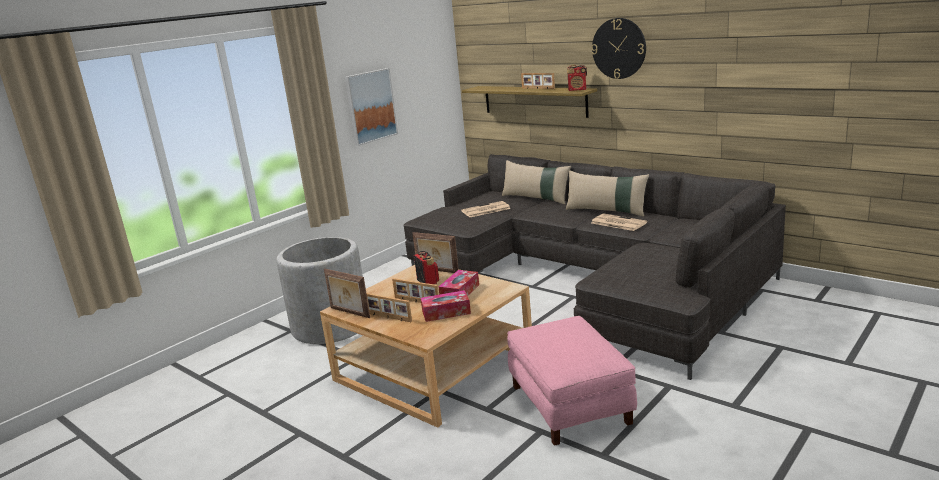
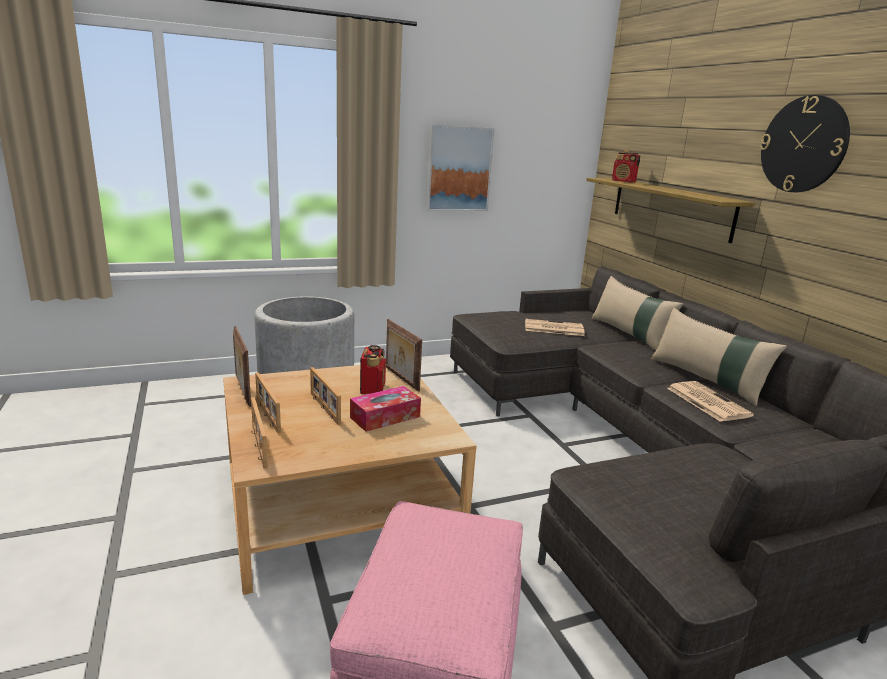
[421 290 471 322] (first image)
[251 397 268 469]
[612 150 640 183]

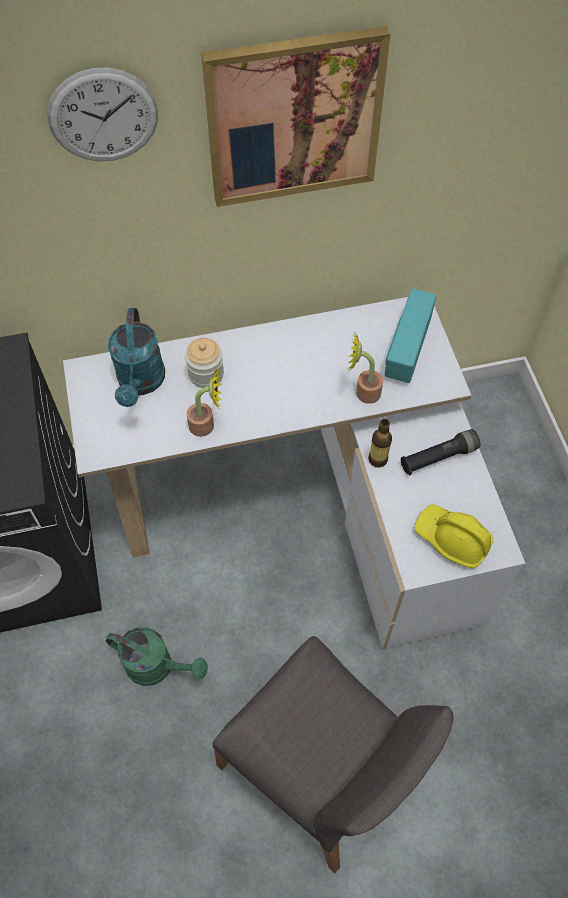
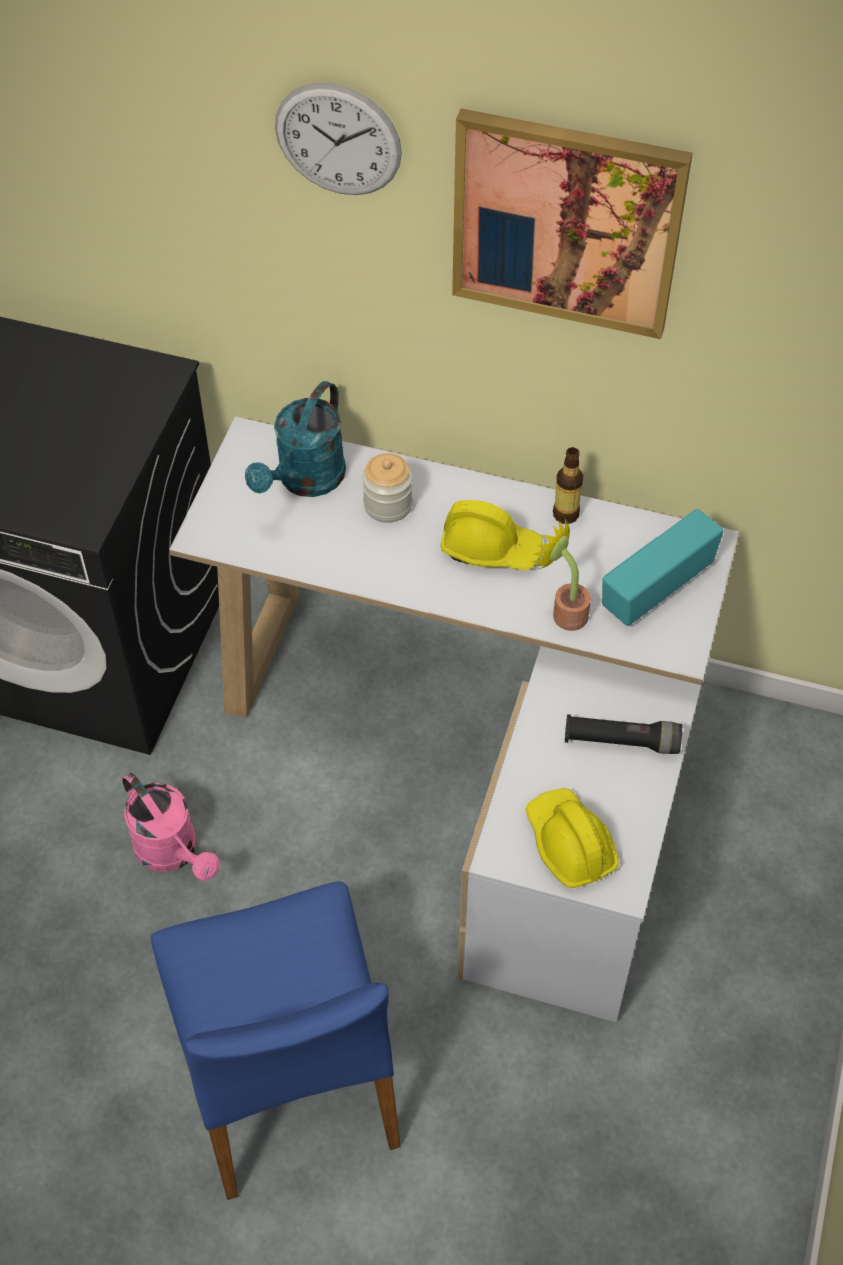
[122 772 219 881]
[186 367 222 437] (first image)
[151 882 401 1200]
[553 447 583 524]
[440 500 543 570]

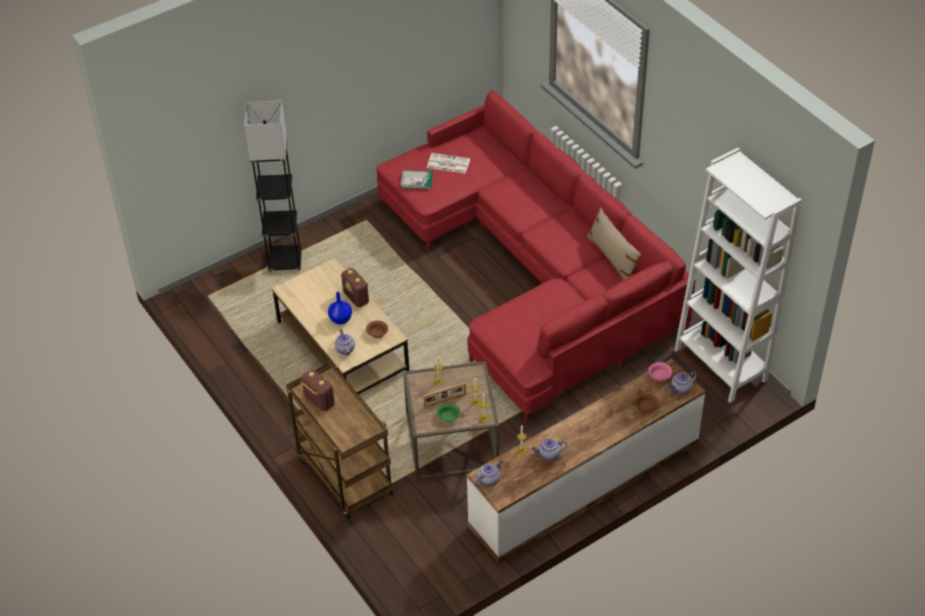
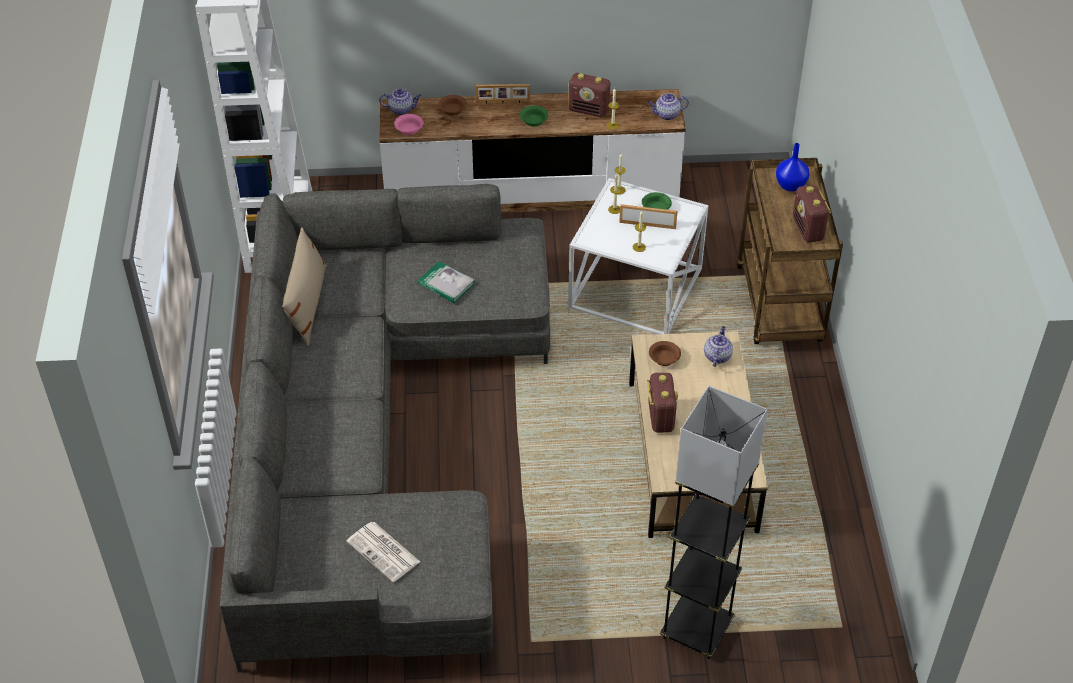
[776 143 809 192]
[220 184 550 672]
[418 261 474 303]
[568 178 708 334]
[568 73 610 117]
[476 84 530 104]
[520 106 548 126]

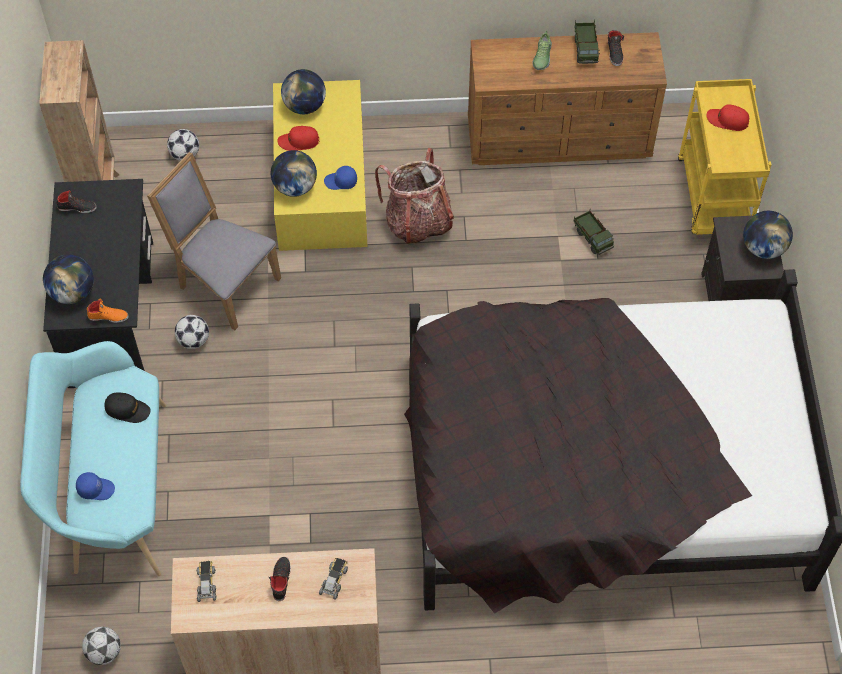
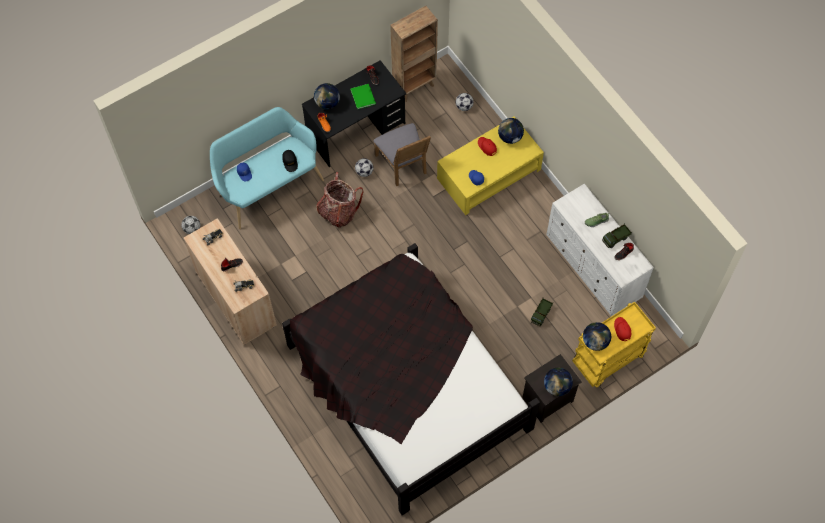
[374 123 431 186]
[583 322 611 351]
[316 172 364 228]
[546 184 654 316]
[351 84 376 109]

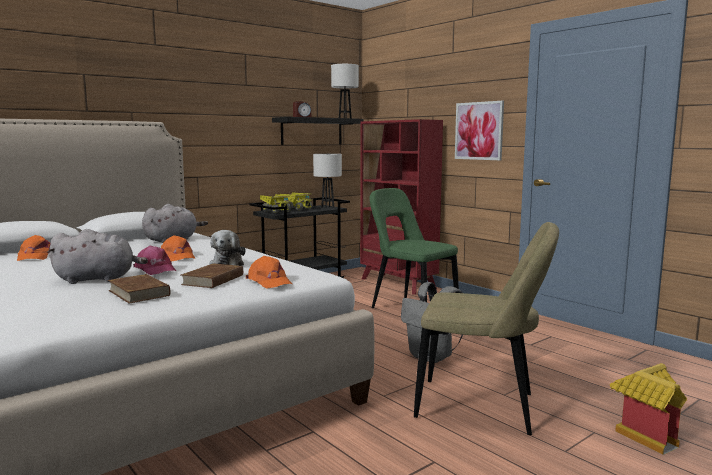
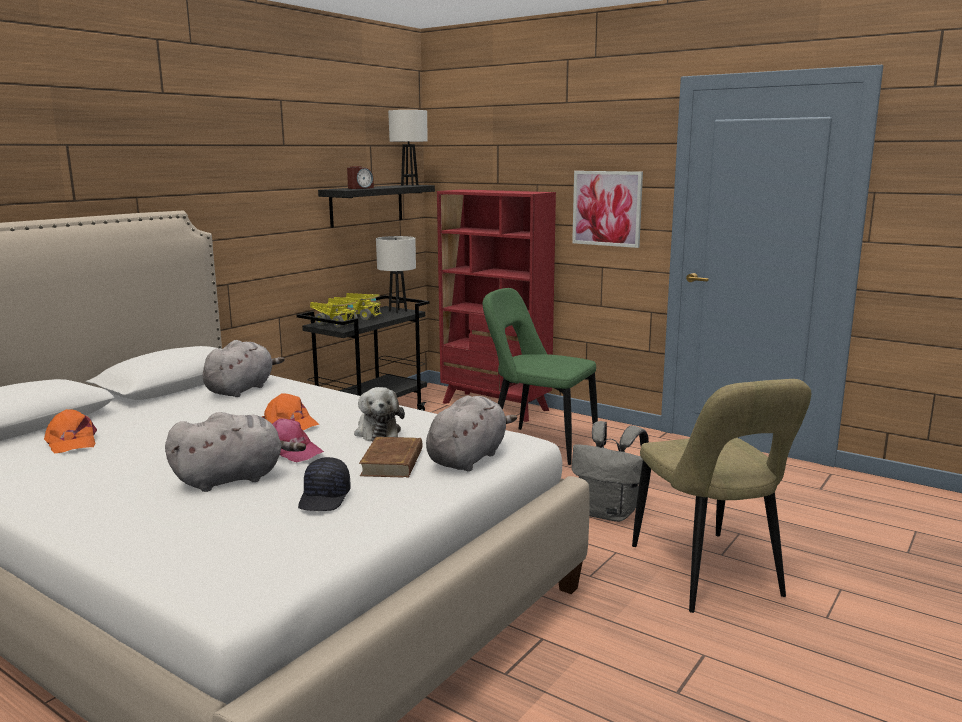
[298 457 350 511]
[426 396 517 471]
[632 379 811 613]
[610 363 687 455] (first image)

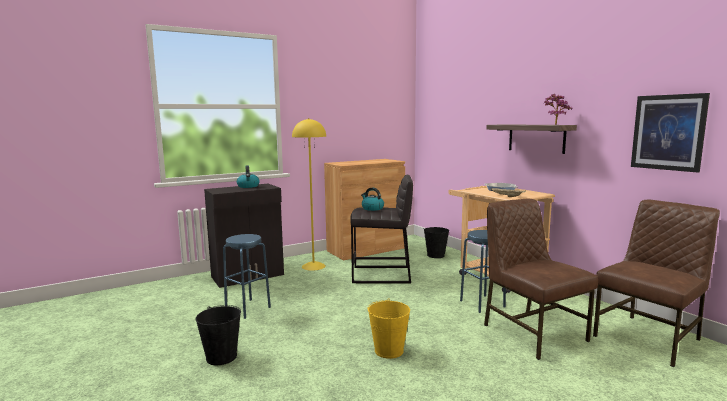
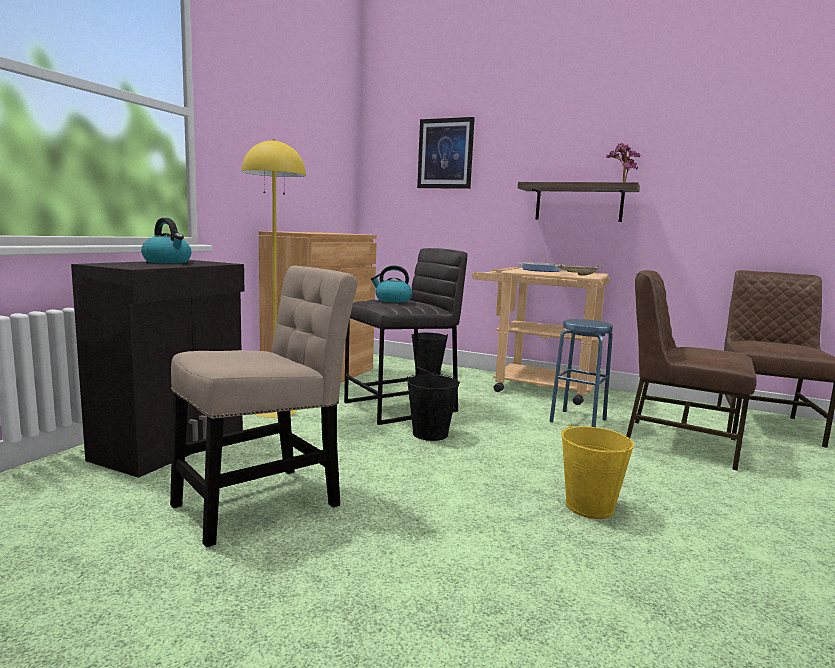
[407 374 460 441]
[170 265 358 547]
[417 117 475 189]

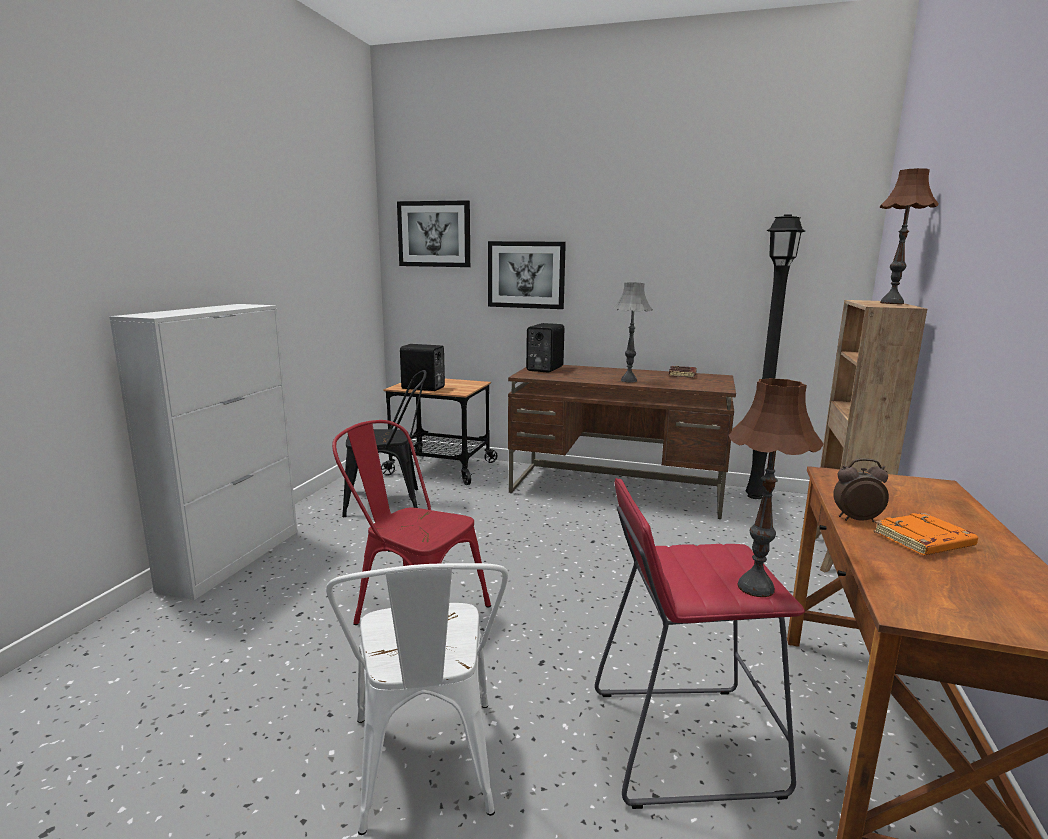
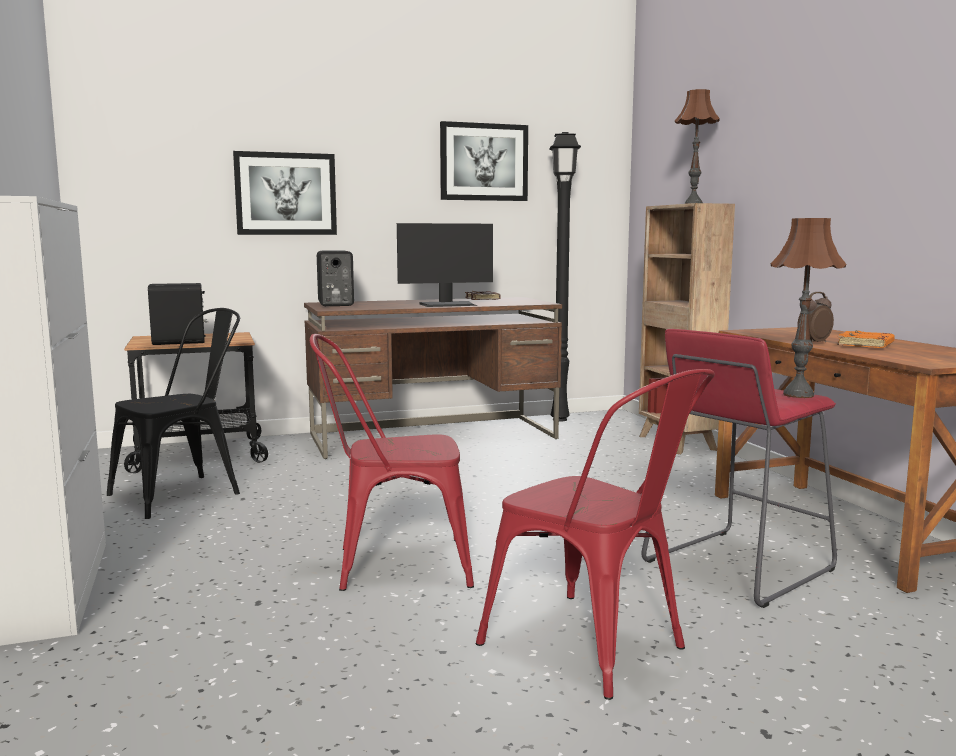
[476 369 715 700]
[440 121 528 201]
[397 223 493 307]

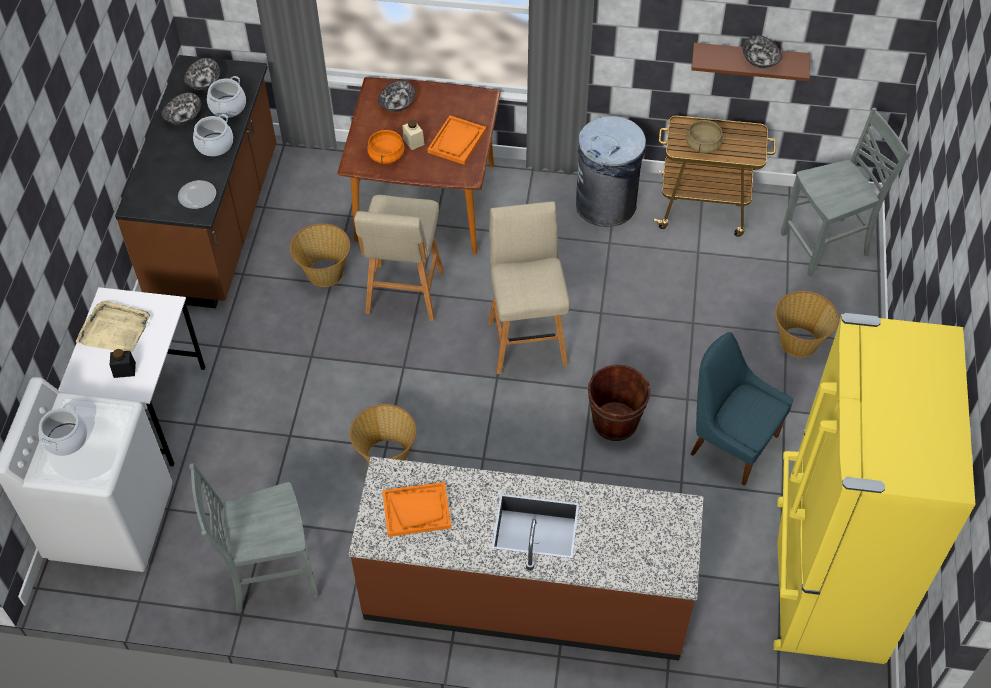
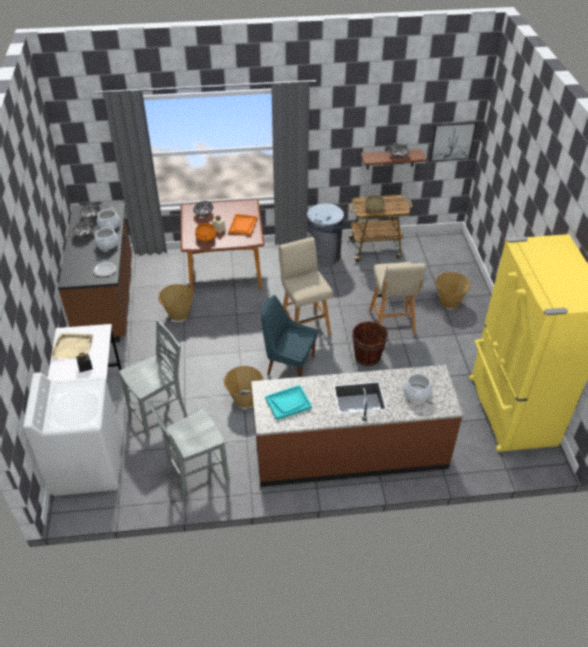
[403 370 432 402]
[369 262 426 334]
[265 385 312 420]
[261 295 317 377]
[119 320 187 438]
[430 121 476 162]

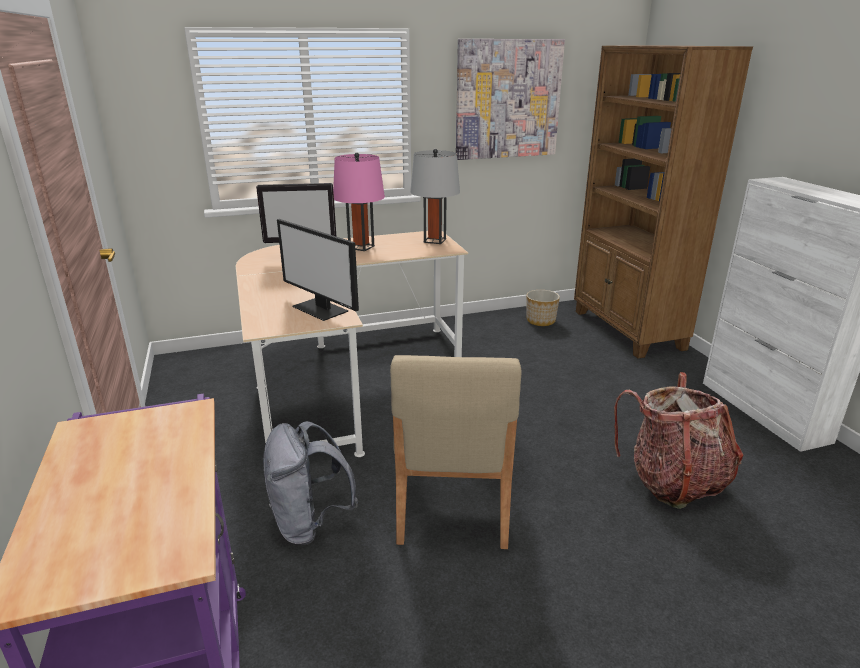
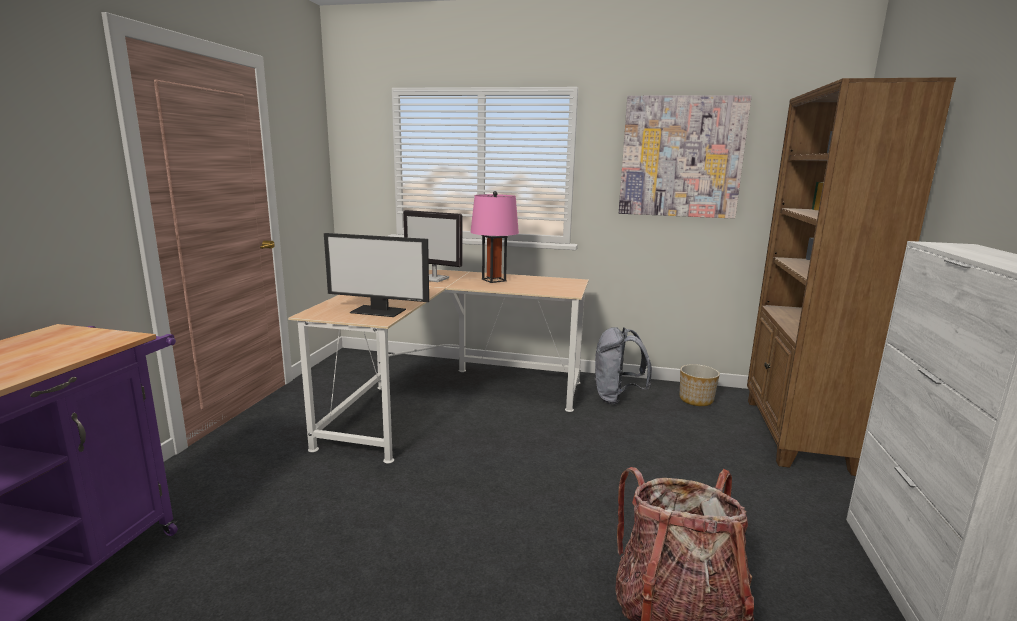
[595 327 652 405]
[324 233 429 317]
[390 355 522 549] (first image)
[410 149 460 244] (first image)

